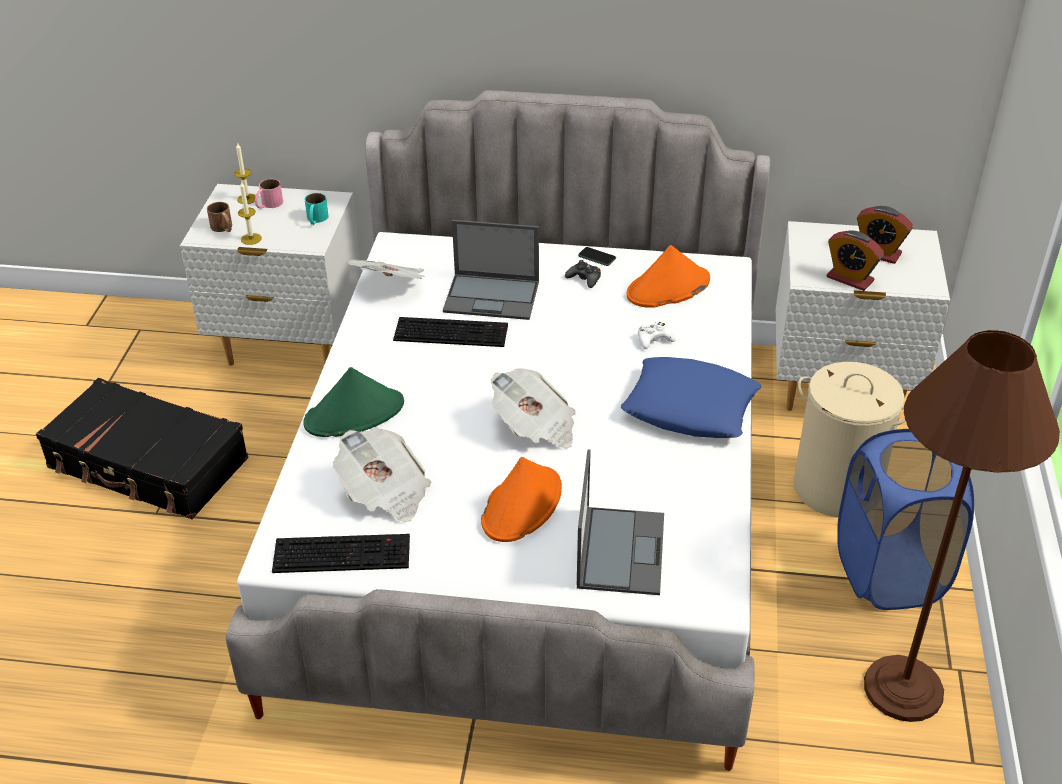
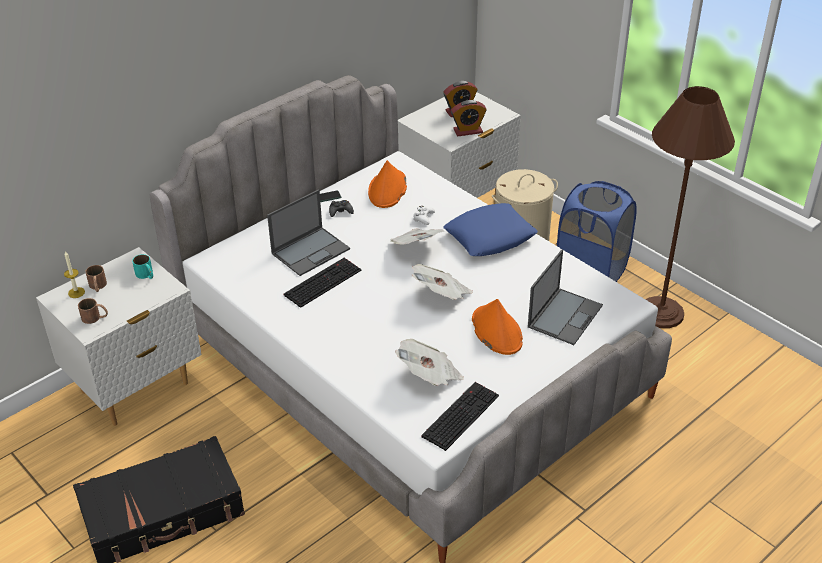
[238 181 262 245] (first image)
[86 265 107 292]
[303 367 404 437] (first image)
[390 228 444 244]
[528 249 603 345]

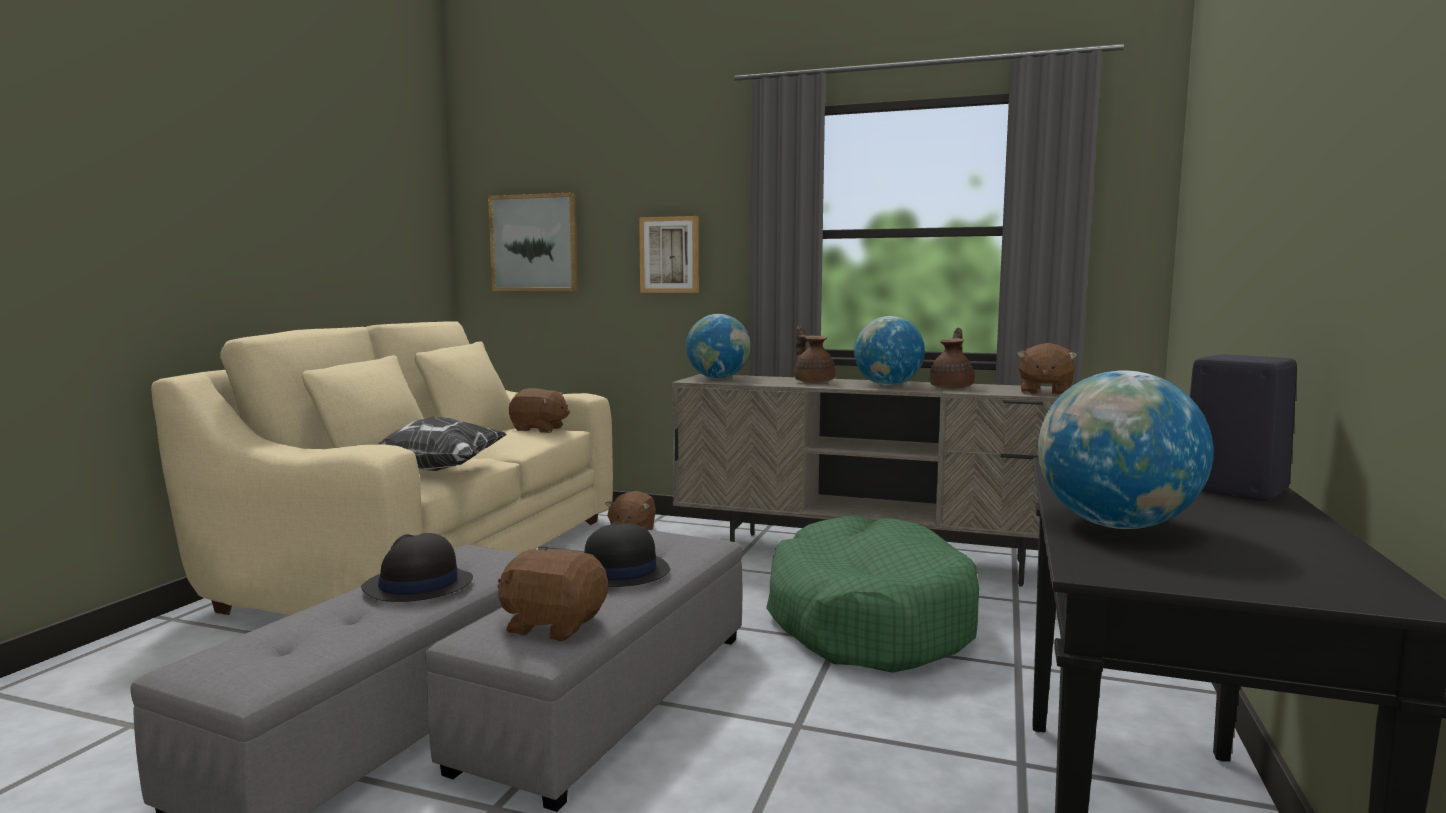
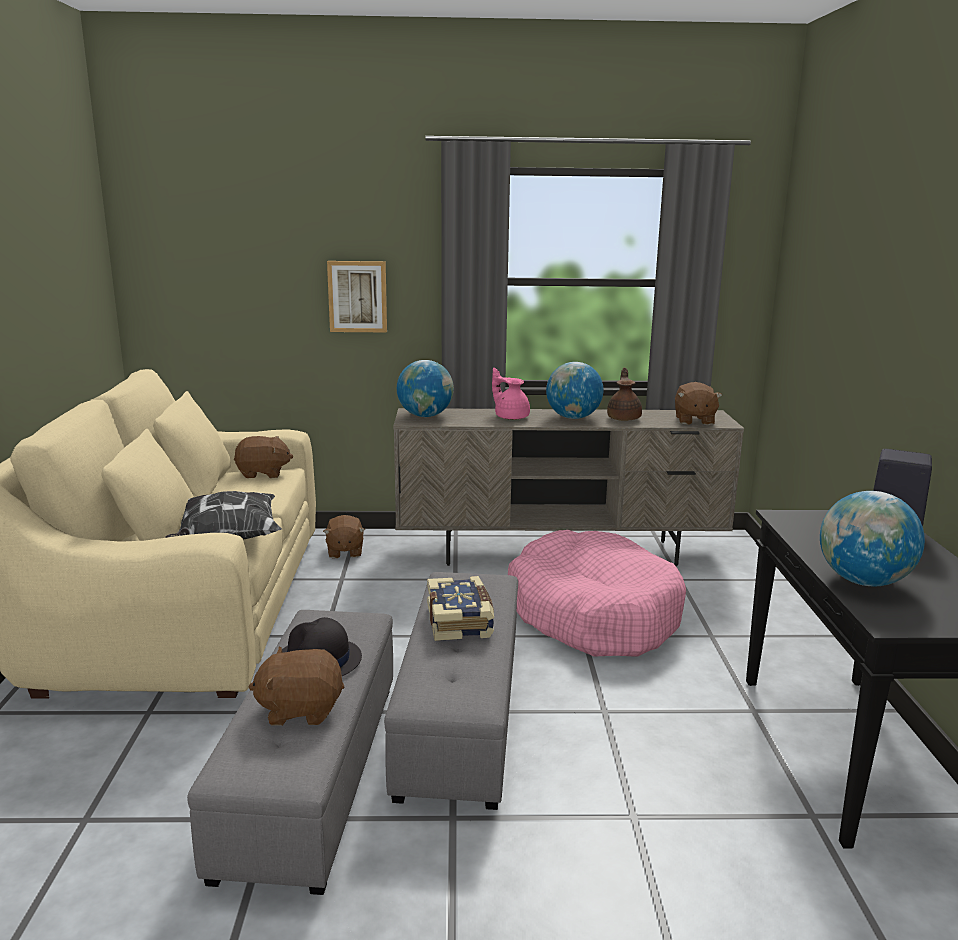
[488 193 578 291] (first image)
[248 646 344 726]
[427 576 494 641]
[508 530 686 657]
[492 368 530 420]

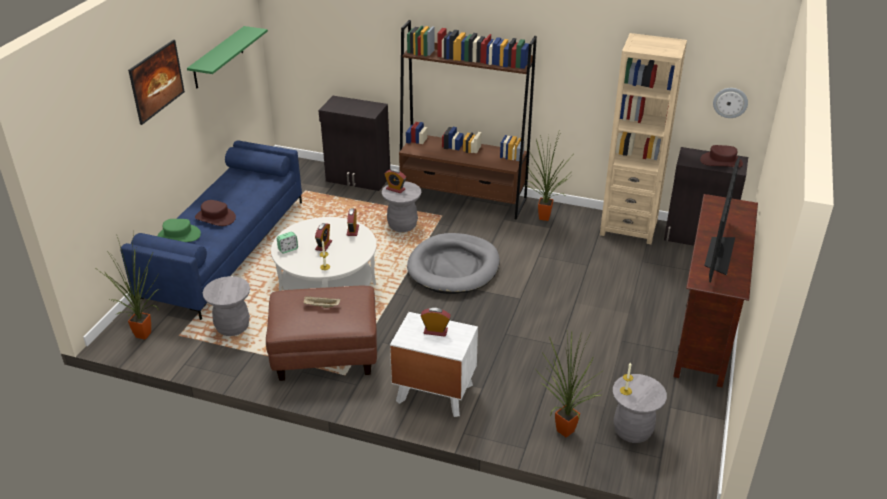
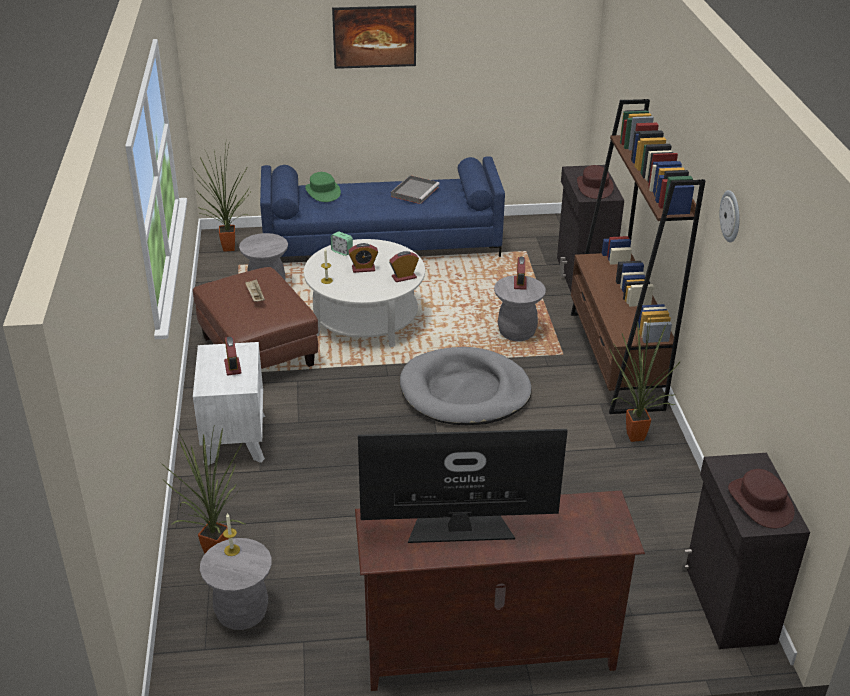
[187 26 268 89] (first image)
[577 165 614 199]
[600 33 687 244] (first image)
[720 190 740 242]
[391 175 440 204]

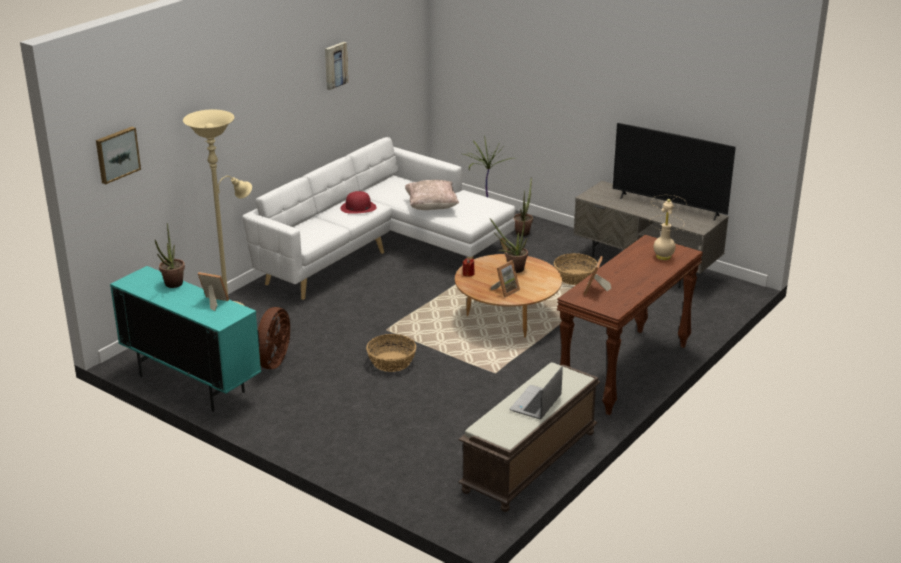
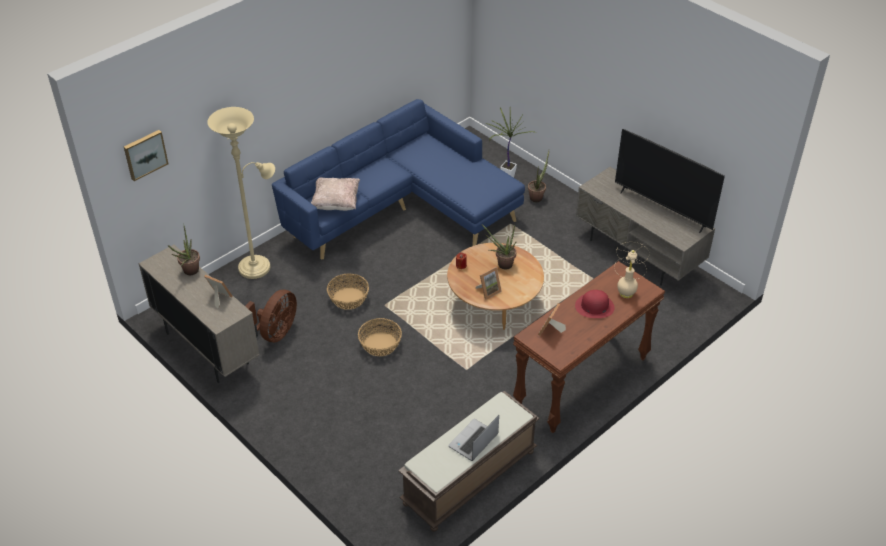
[139 245 259 383]
[272 99 525 260]
[325 42 348 90] (first image)
[575 290 615 318]
[311 178 360 211]
[327 274 369 310]

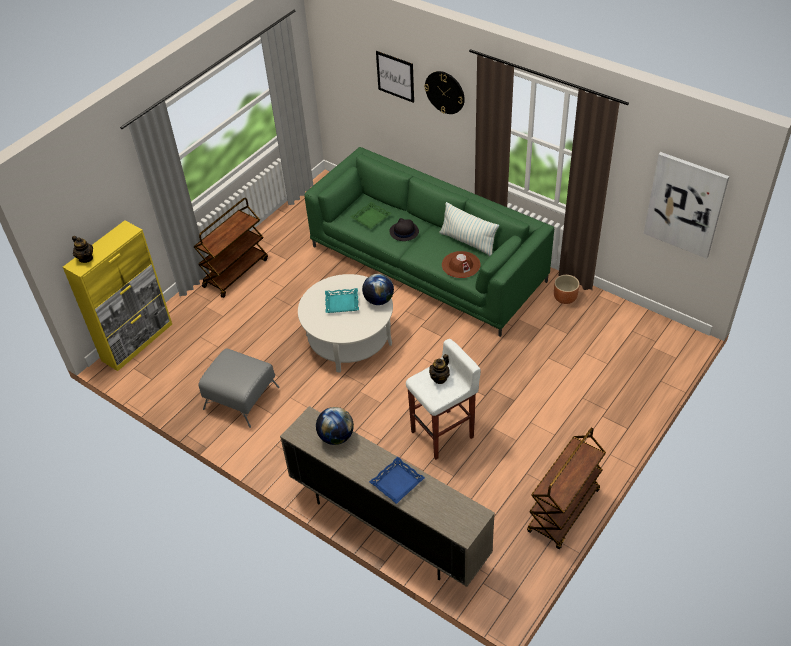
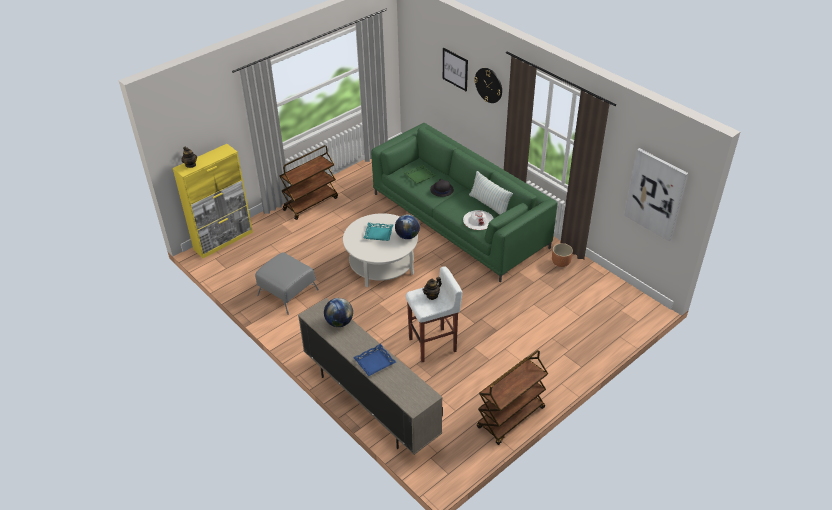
[463 210 494 230]

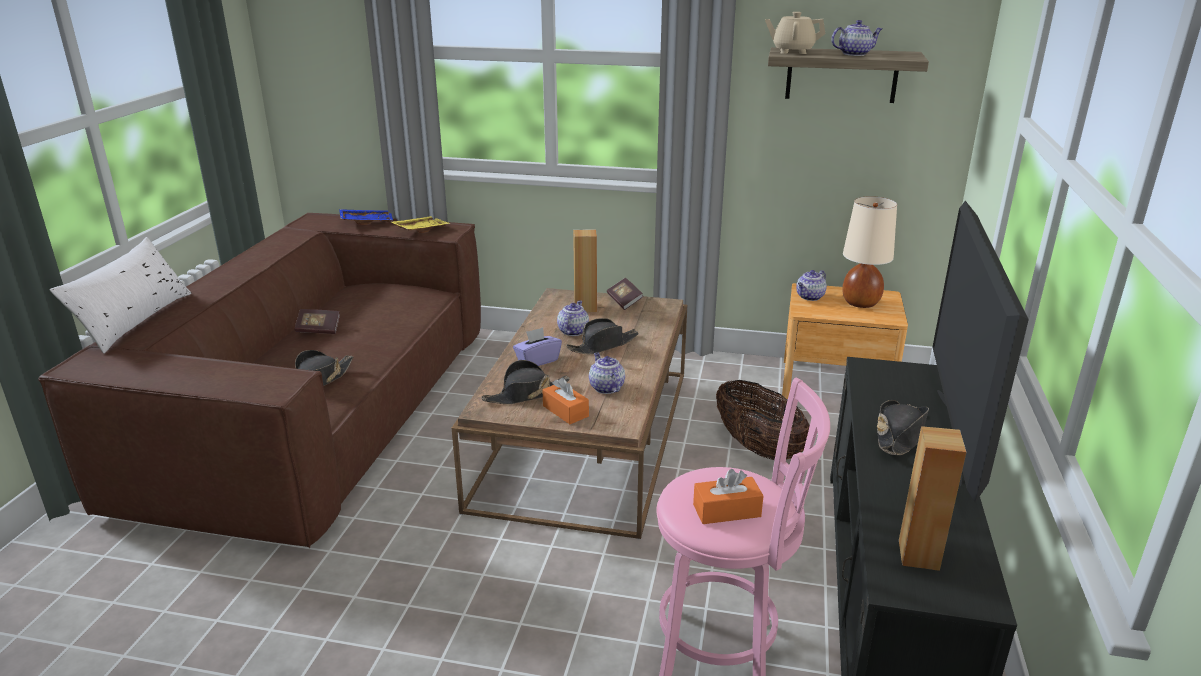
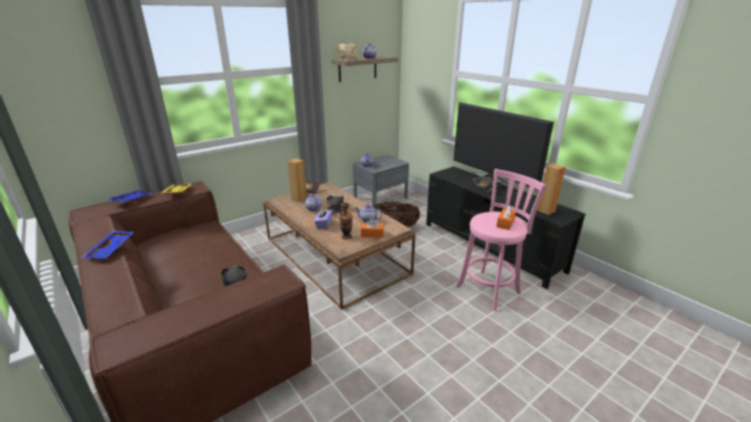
[50 237 192 353] (first image)
[294 309 340 334] (first image)
[339 203 353 240]
[353 155 409 206]
[842 196 897 308] (first image)
[82 231 134 260]

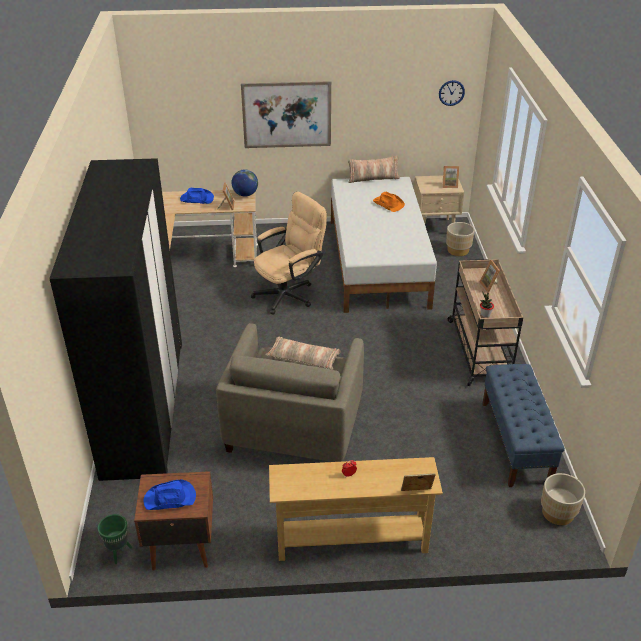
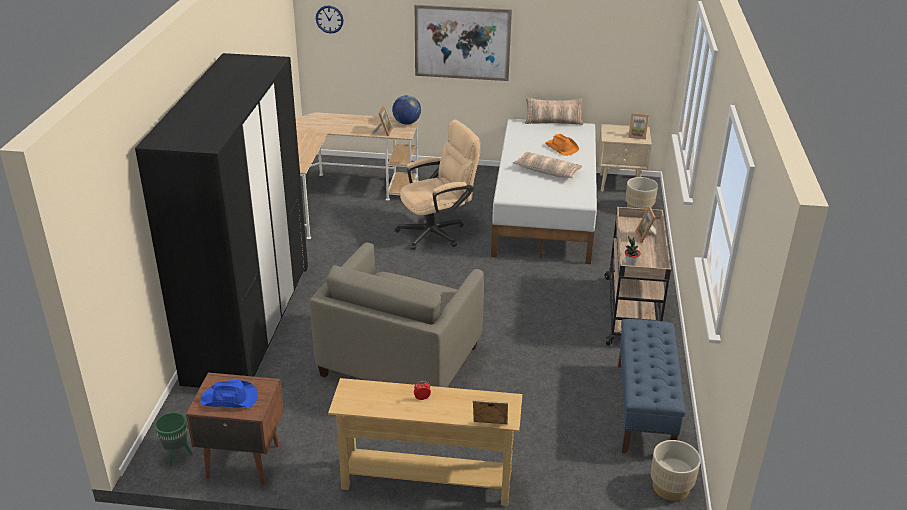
[180 188 214 204] (first image)
[513 152 582 178]
[316 6 344 33]

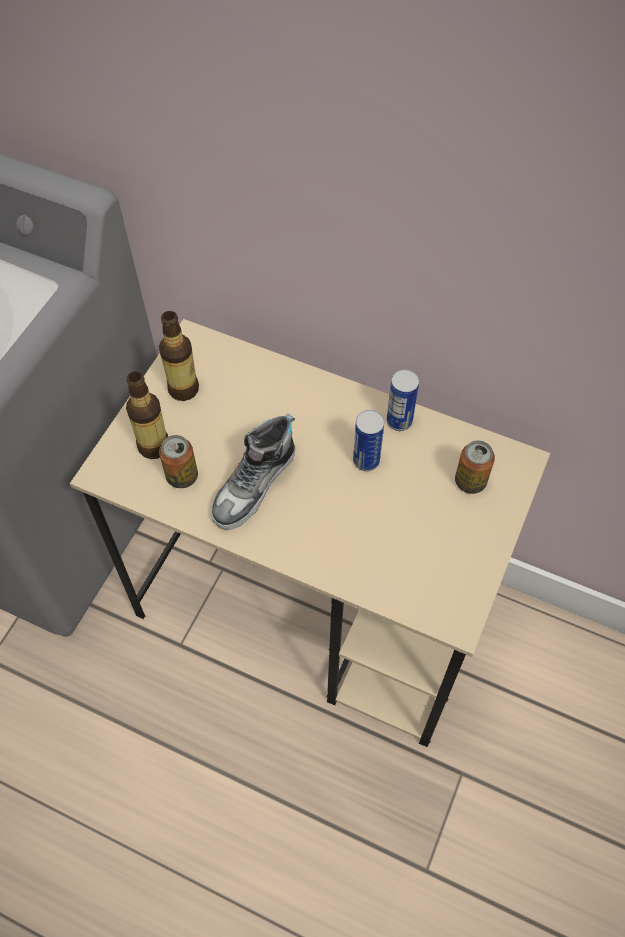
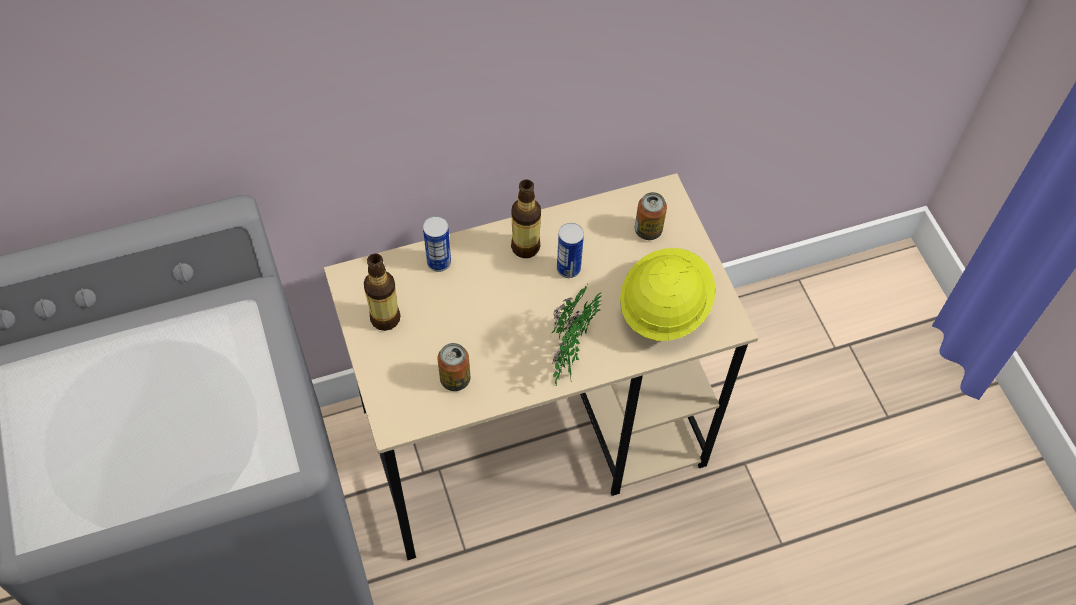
[511 179 541 258]
[212 414 295 530] (first image)
[423 216 451 272]
[550 285 601 386]
[620 248 716 341]

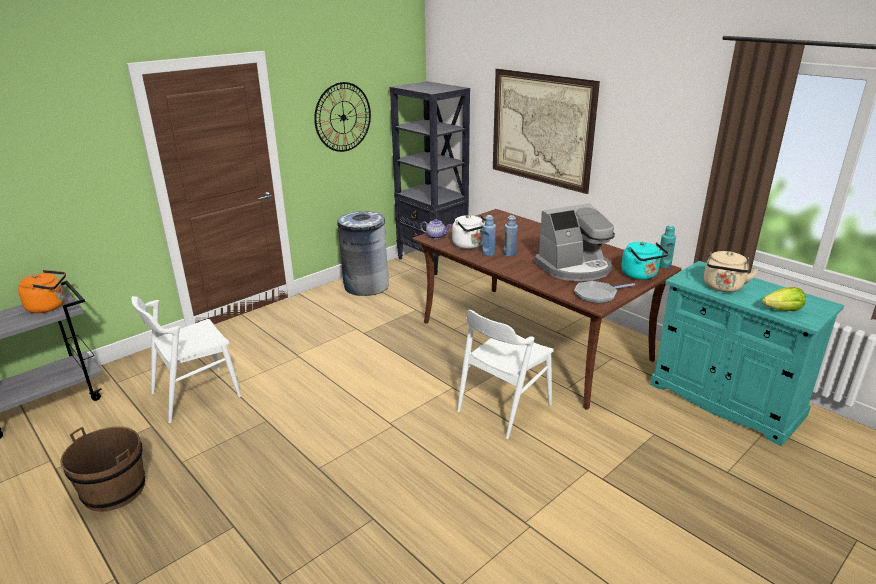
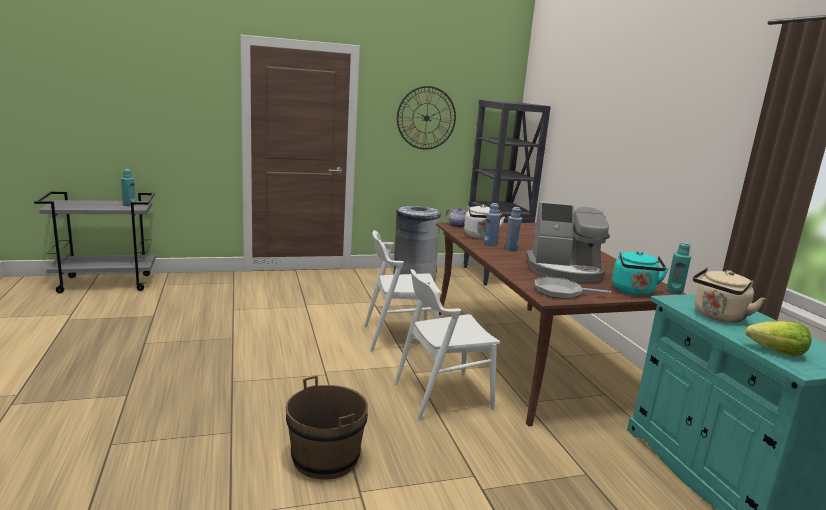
[121 169 136 206]
[286 376 368 480]
[364 230 442 352]
[493 69 600 194] (first image)

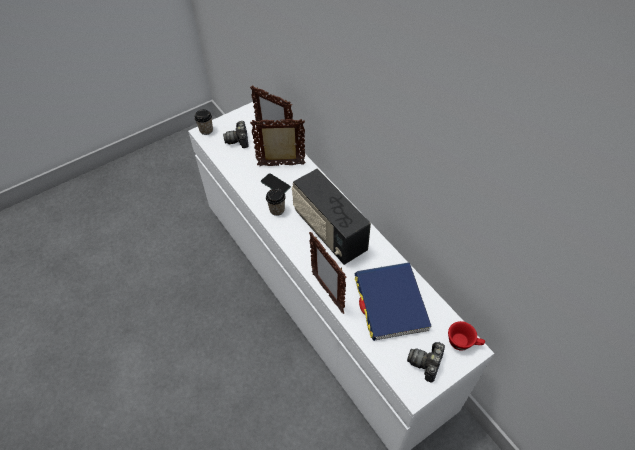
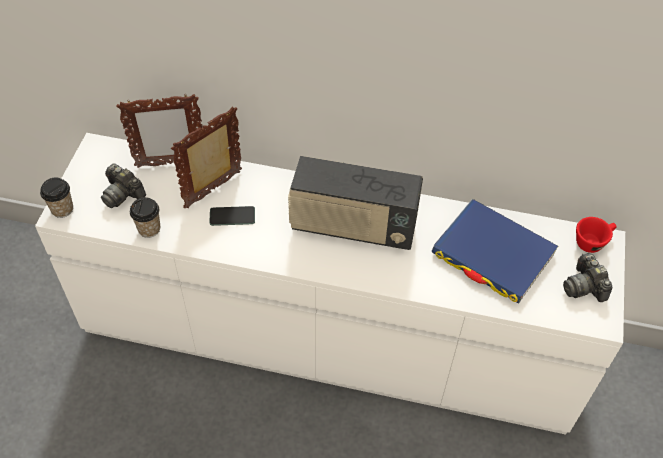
[130 197 160 238]
[309 232 347 314] (first image)

